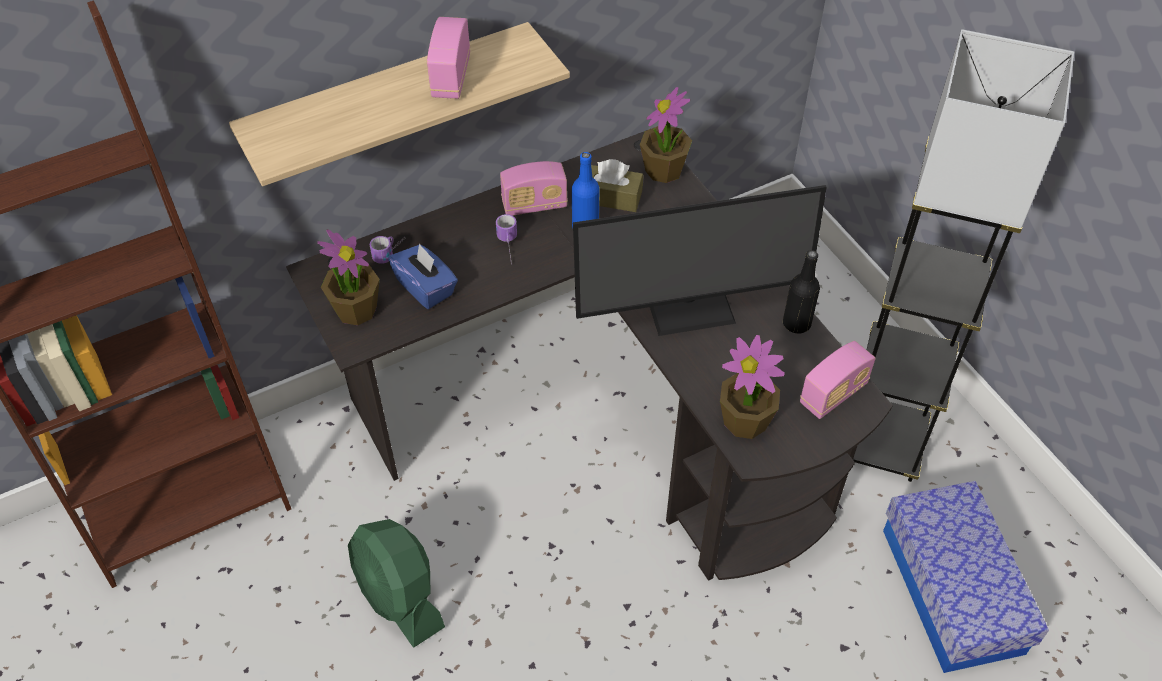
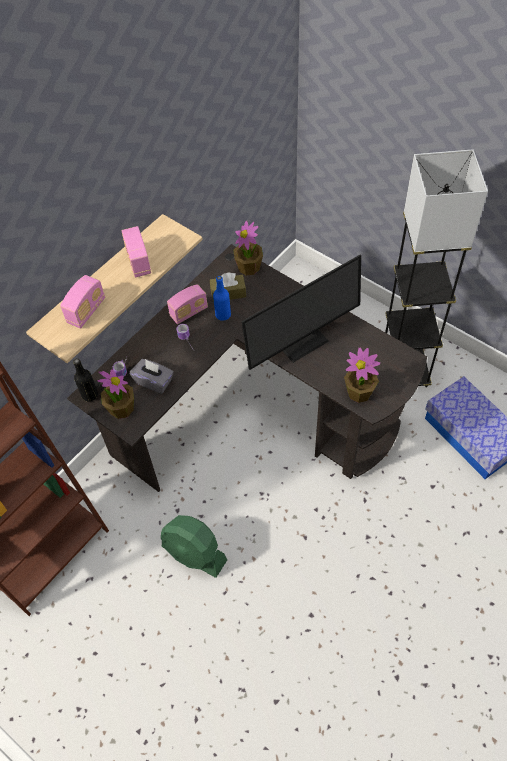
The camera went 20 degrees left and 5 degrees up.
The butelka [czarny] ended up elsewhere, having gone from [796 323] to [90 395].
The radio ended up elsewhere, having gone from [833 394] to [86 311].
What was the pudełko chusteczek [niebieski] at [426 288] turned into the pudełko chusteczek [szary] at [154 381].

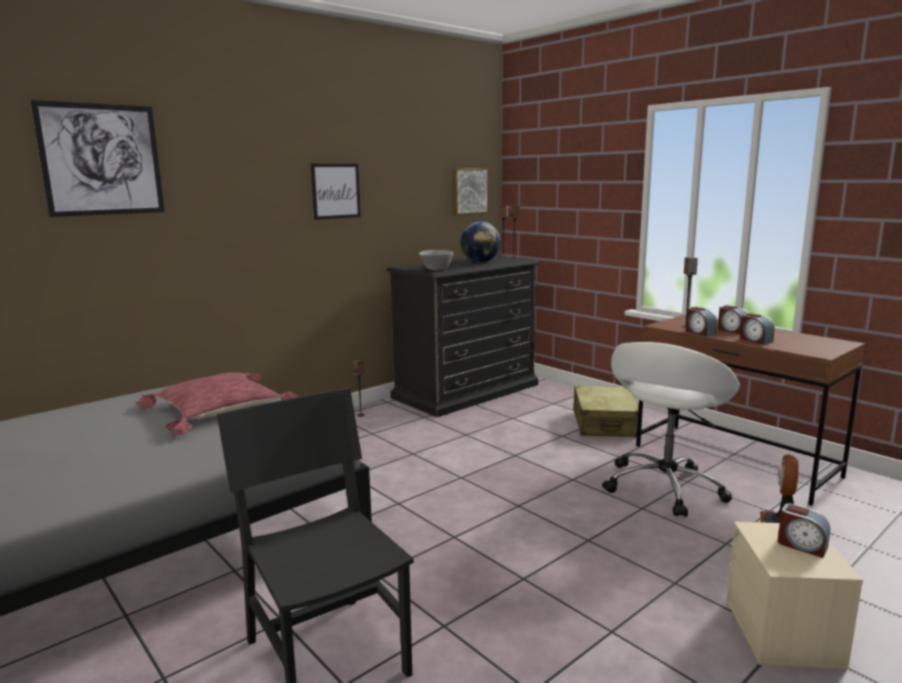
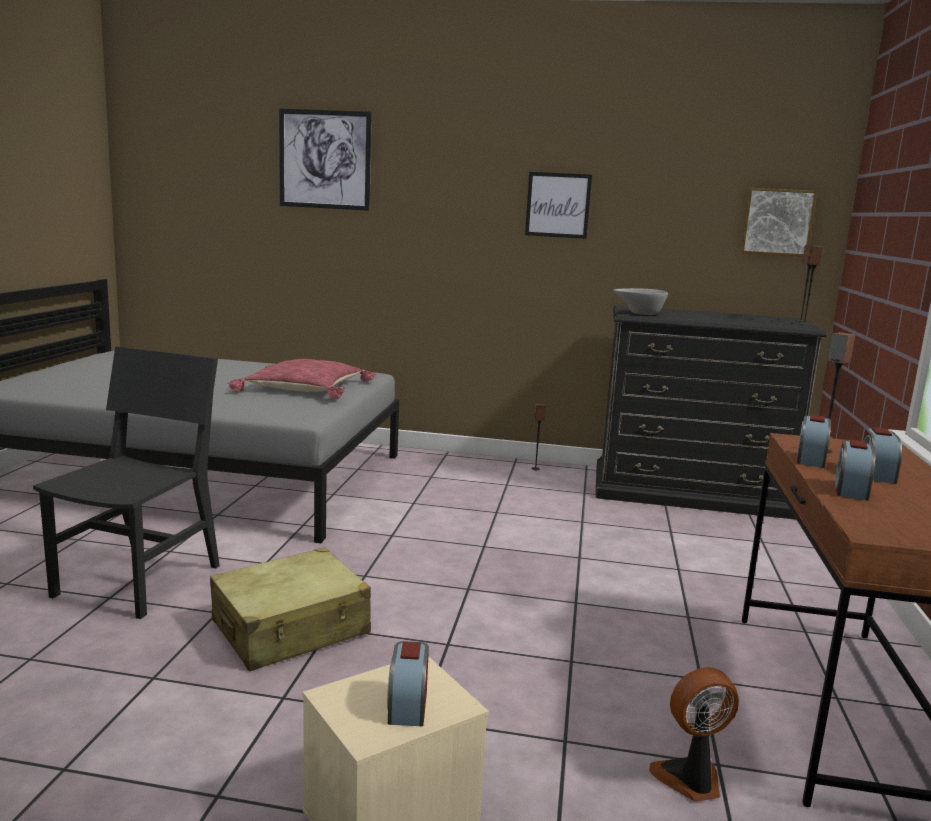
The camera went 50 degrees right and 0 degrees up.
The second view lost the globus at [480 262].
The second view lost the krzesło biurowe [biały] at [663 489].
The walizka [beżowy] ended up elsewhere, having gone from [605 424] to [291 628].

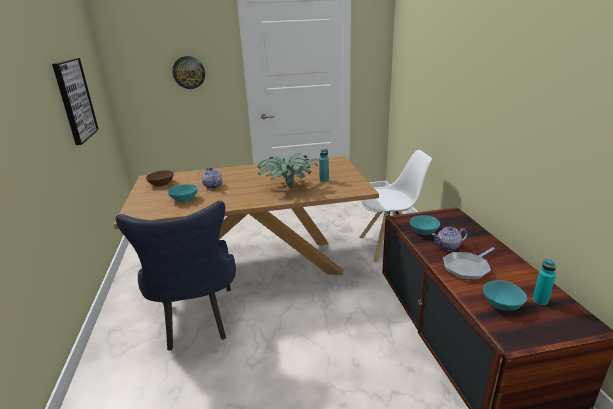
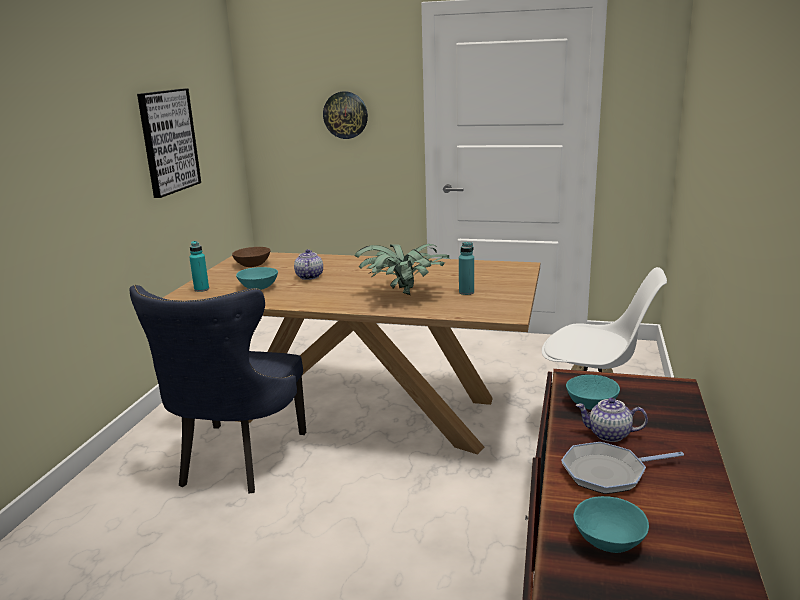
The camera went 25 degrees right and 5 degrees down.
The butelka [turkusowy] ended up elsewhere, having gone from [540 300] to [201 289].

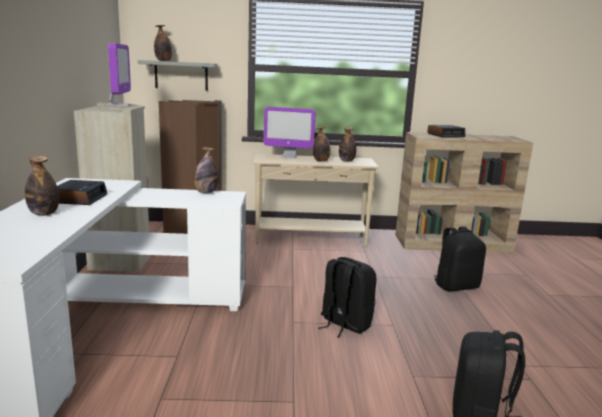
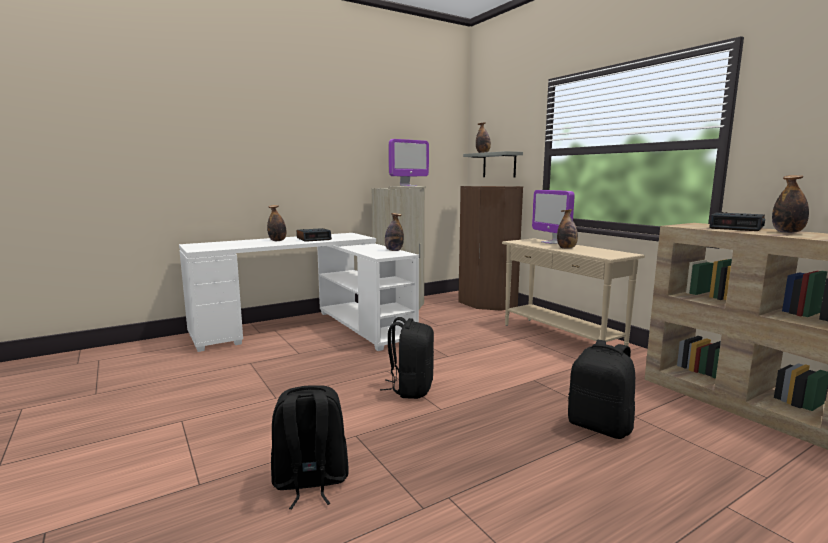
The camera went 60 degrees right and 5 degrees down.
The butelka ended up elsewhere, having gone from [346 161] to [787 232].

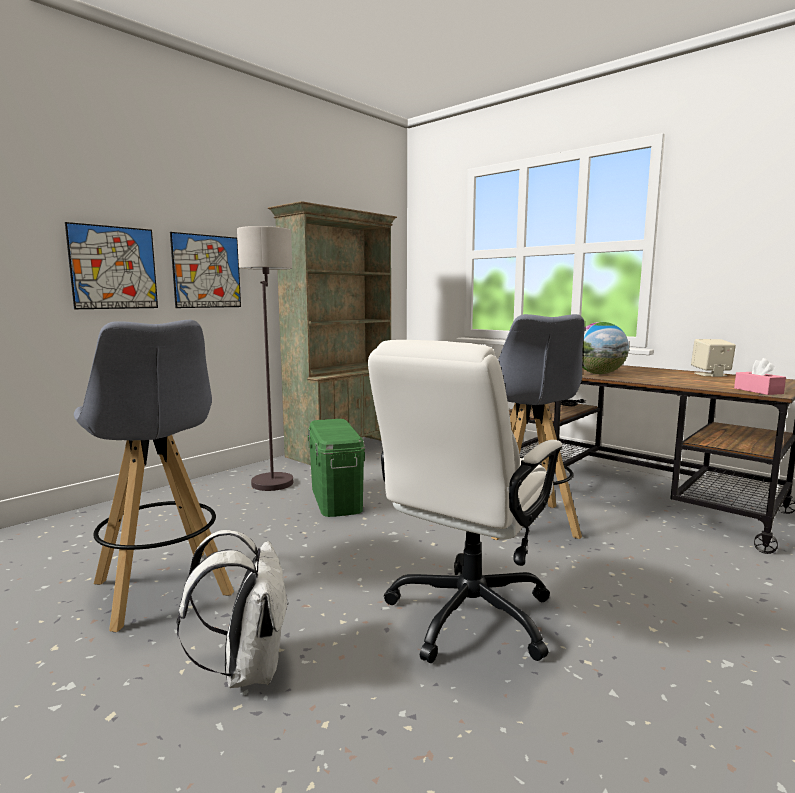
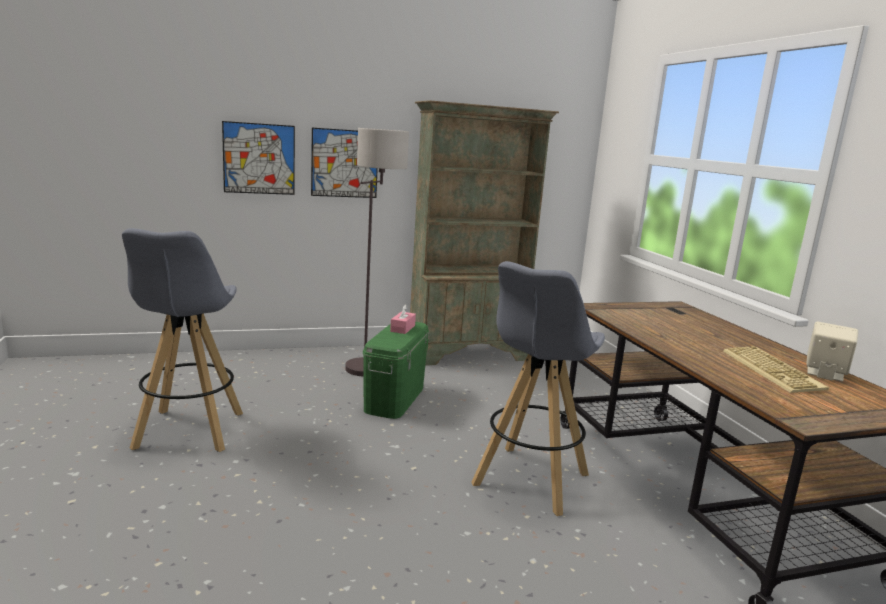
The camera went 30 degrees right and 5 degrees up.
The second view lost the plecak [biały] at [247 669].
The second view lost the krzesło biurowe [biały] at [466 620].
The second view lost the globus at [599 373].
The second view gained the klawiatura at [773 371].
The pudełko chusteczek [różowy] ended up elsewhere, having gone from [758 391] to [402 328].

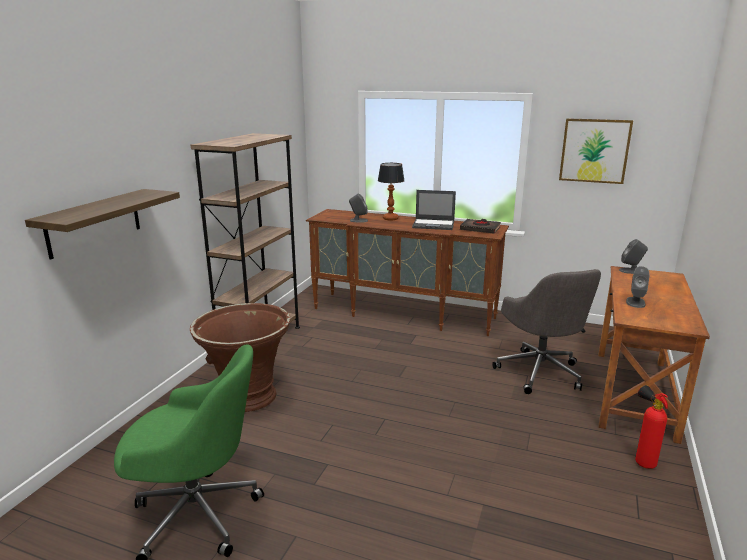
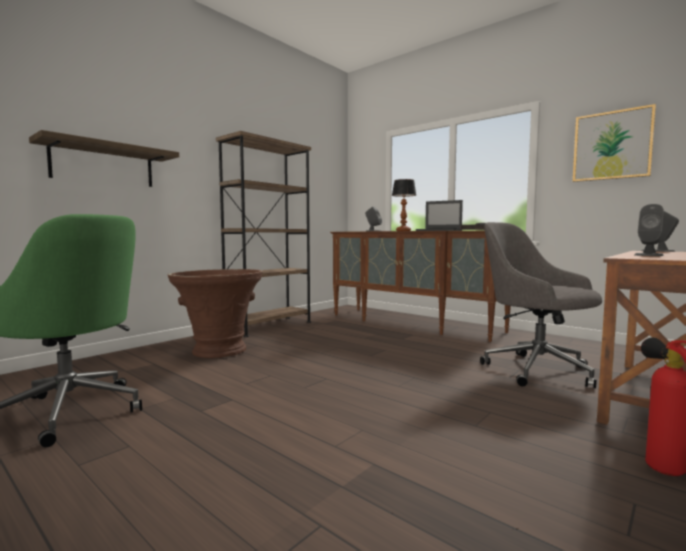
The camera went 20 degrees right and 15 degrees down.
The krzesło biurowe [szary] at [540 373] ended up facing another way, 135 degrees clockwise from before.

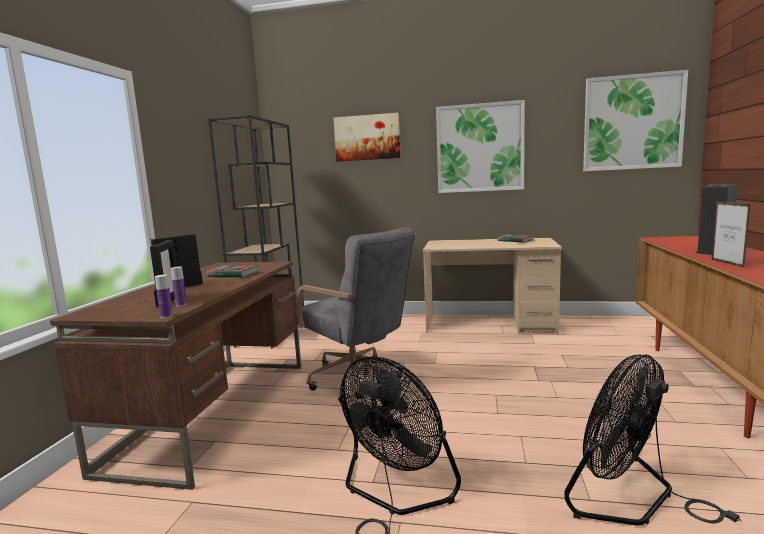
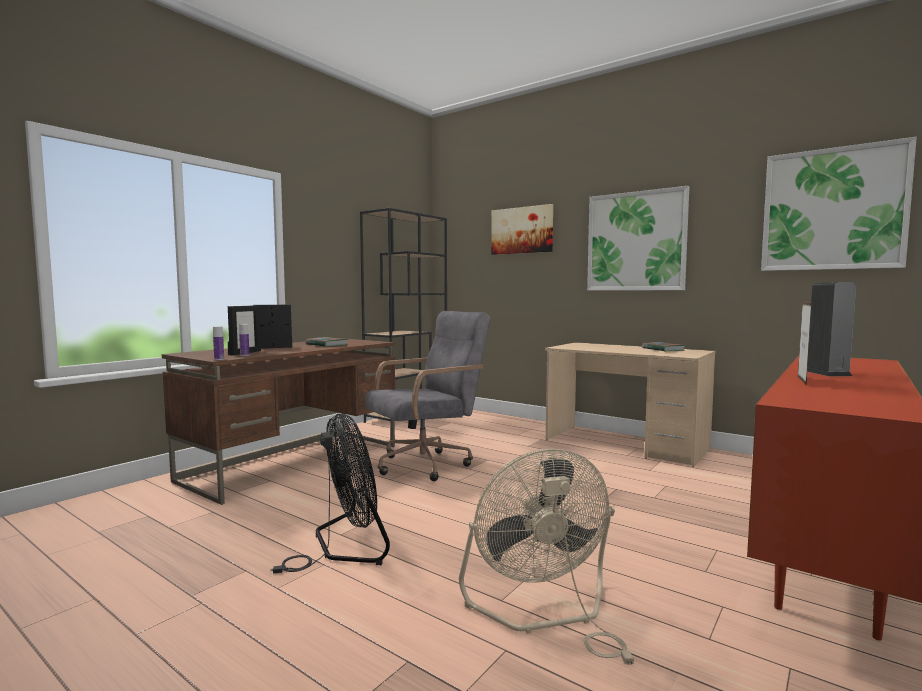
The camera went 25 degrees right and 5 degrees down.
What was the wentylator [czarny] at [637 496] turned into the wentylator [beżowy] at [553 612].
The krzesło biurowe [szary] at [358 380] ended up facing another way, 105 degrees counterclockwise from before.

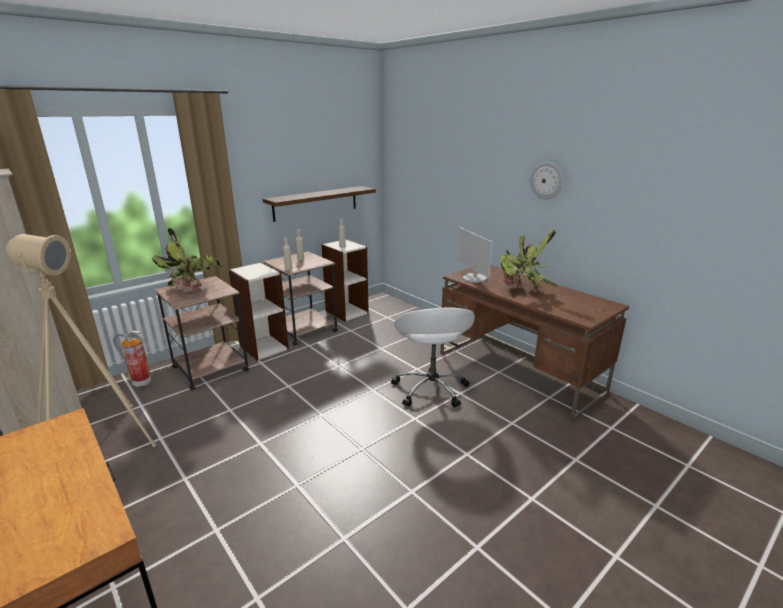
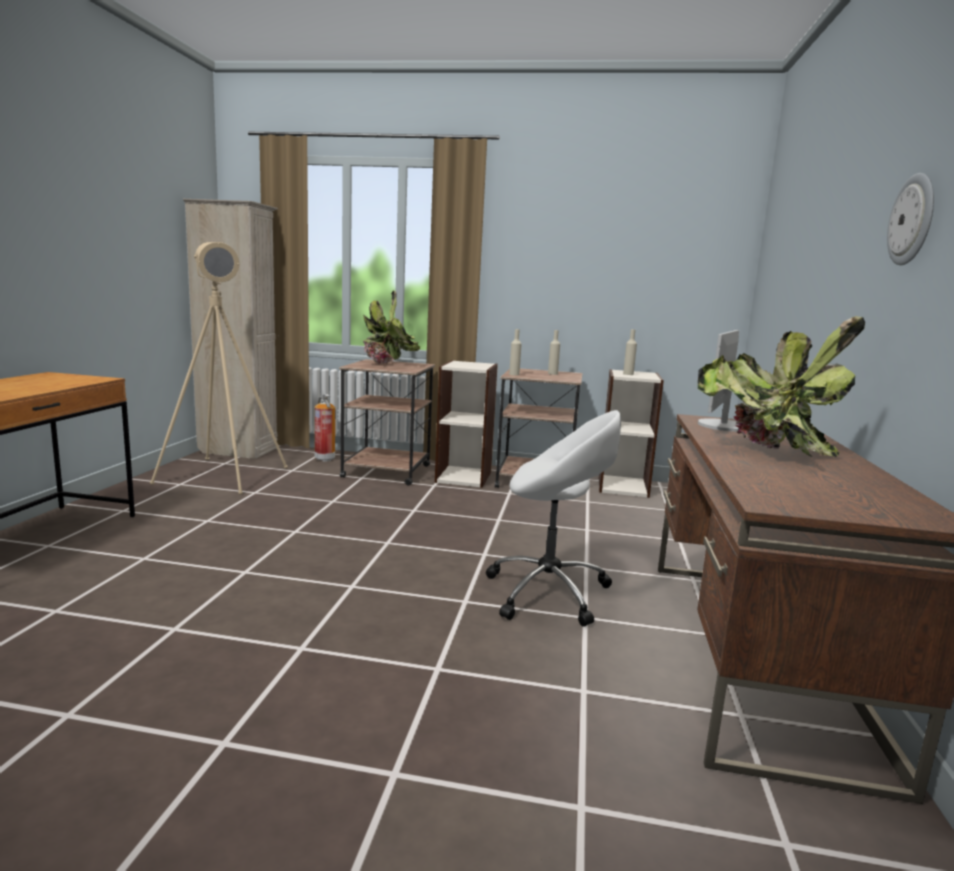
The camera went 50 degrees right and 10 degrees down.
The second view lost the półka at [316 203].
The krzesło biurowe [biały] at [431 390] ended up facing another way, 120 degrees counterclockwise from before.

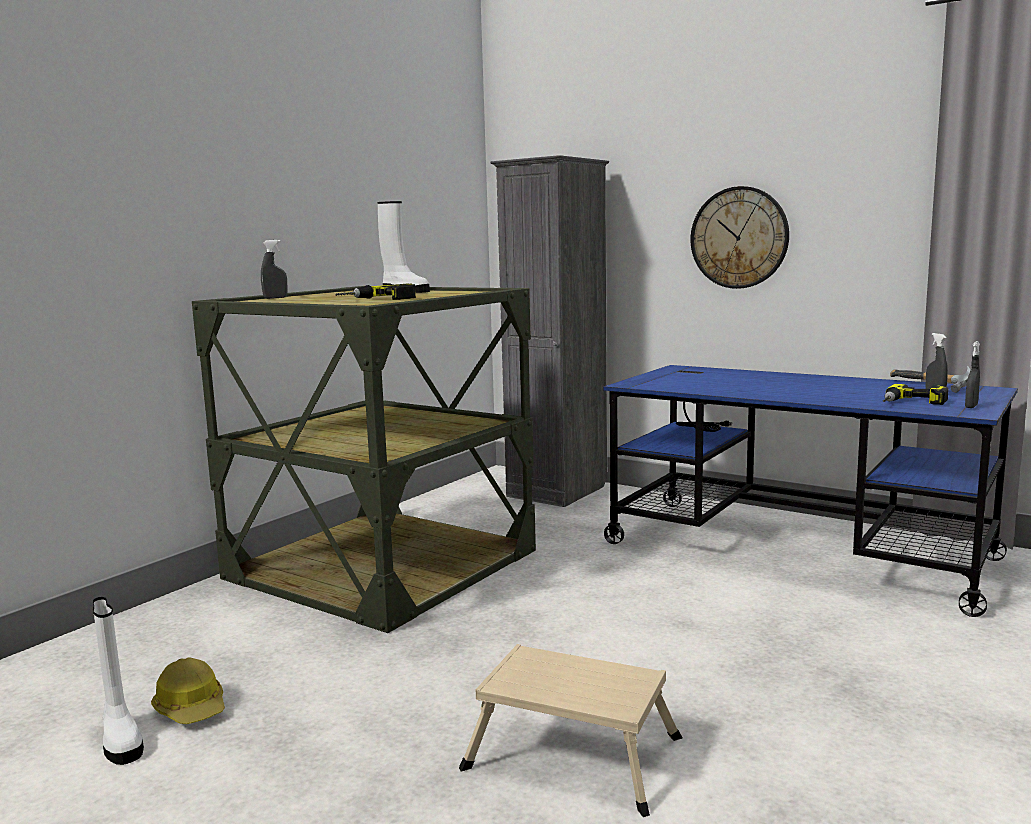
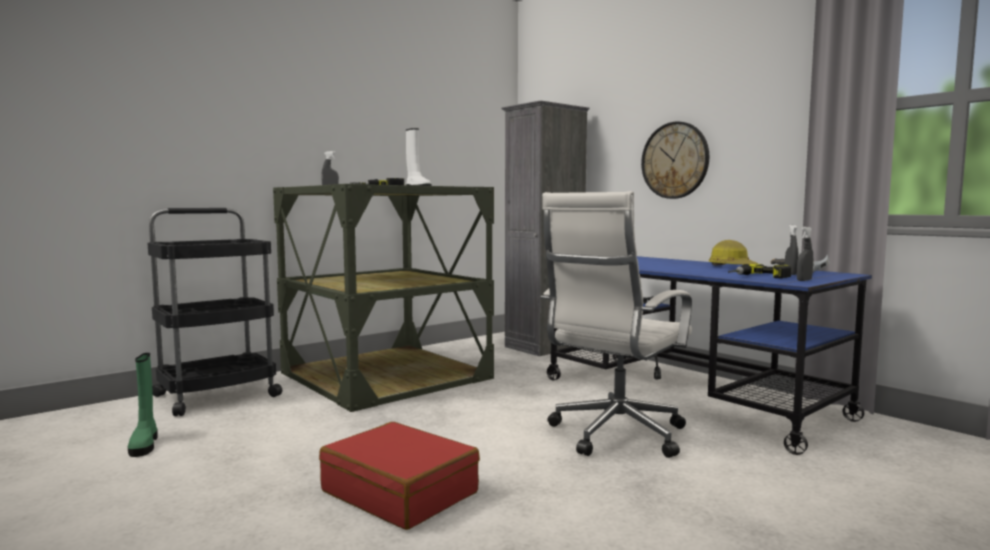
The camera went 15 degrees right and 5 degrees down.
The second view gained the wózek [czarny] at [217 396].
The second view gained the krzesło biurowe [biały] at [614 436].
The kask ended up elsewhere, having gone from [192 708] to [732 267].
Where the drabinka [beżowy] stood at [571 752], the walizka [czerwony] came to stand at [400 492].
What was the but z cholewką [biały] at [120 739] turned into the but z cholewką [zielony] at [144 445].

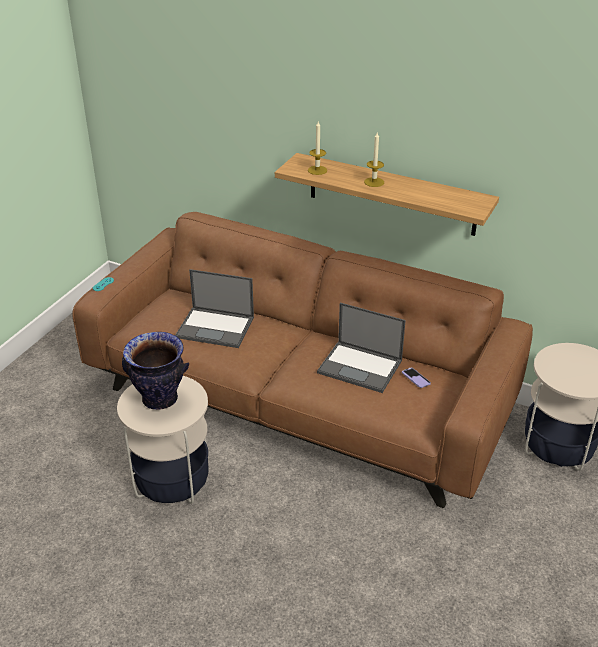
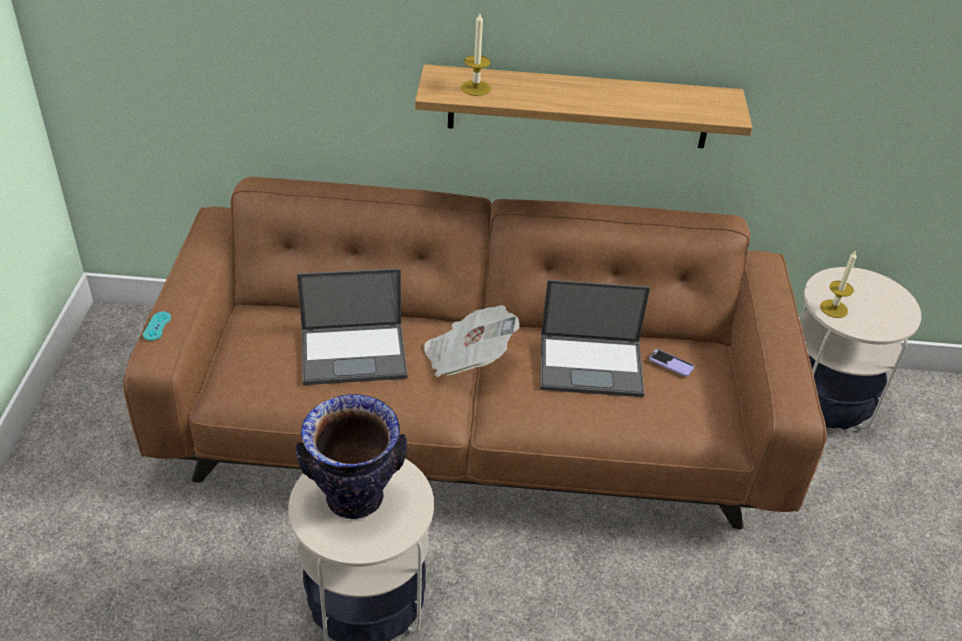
The camera went 25 degrees left and 5 degrees up.
The second view gained the gazeta at [467 358].
The świeca ended up elsewhere, having gone from [374 182] to [834 308].

